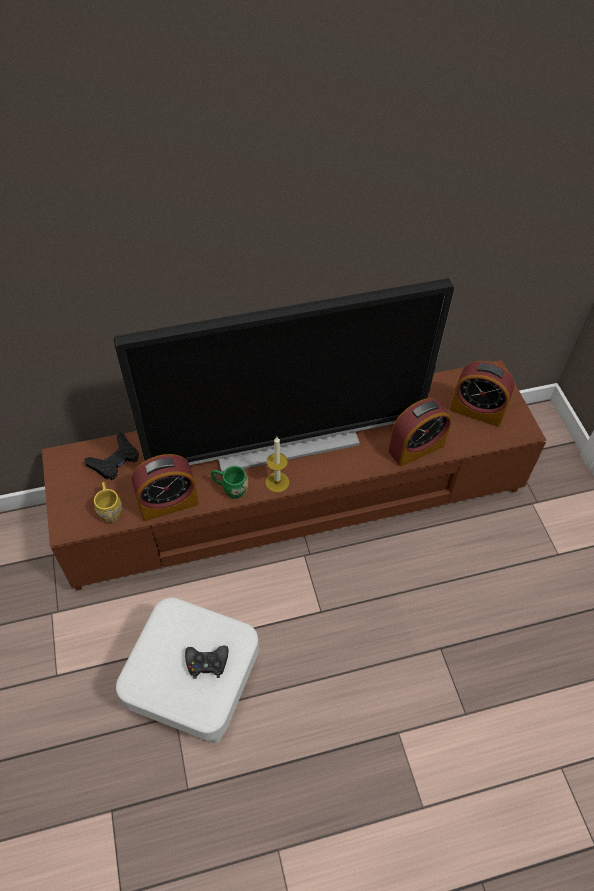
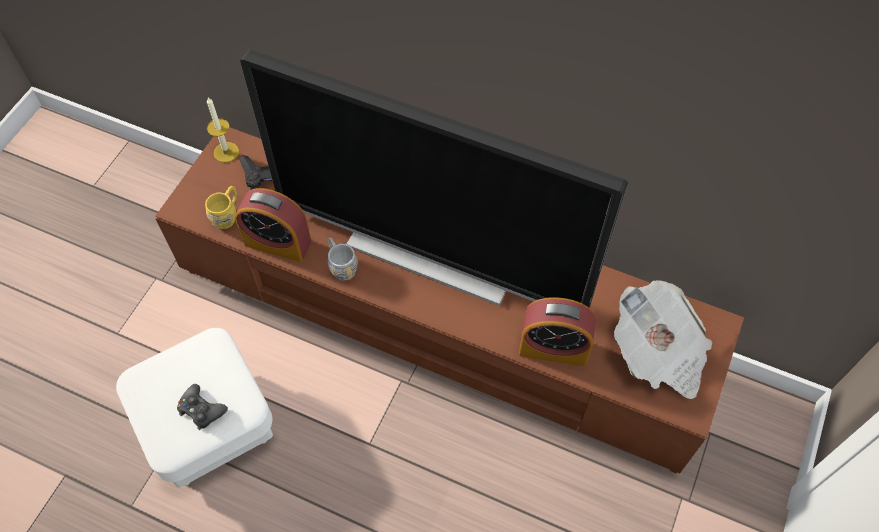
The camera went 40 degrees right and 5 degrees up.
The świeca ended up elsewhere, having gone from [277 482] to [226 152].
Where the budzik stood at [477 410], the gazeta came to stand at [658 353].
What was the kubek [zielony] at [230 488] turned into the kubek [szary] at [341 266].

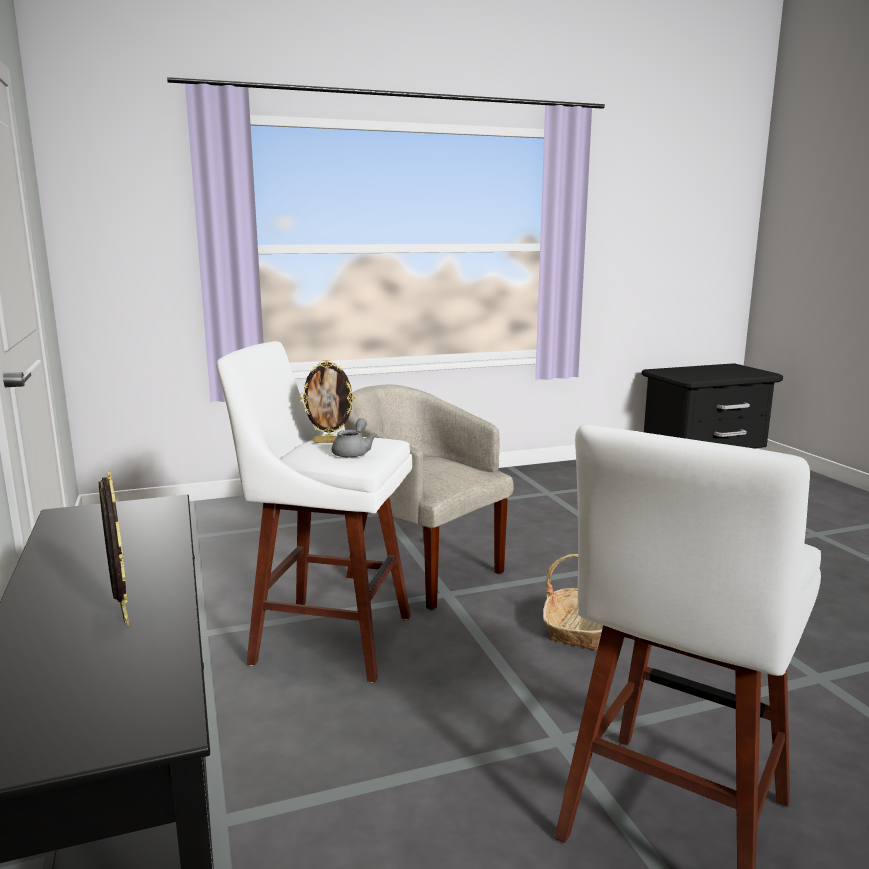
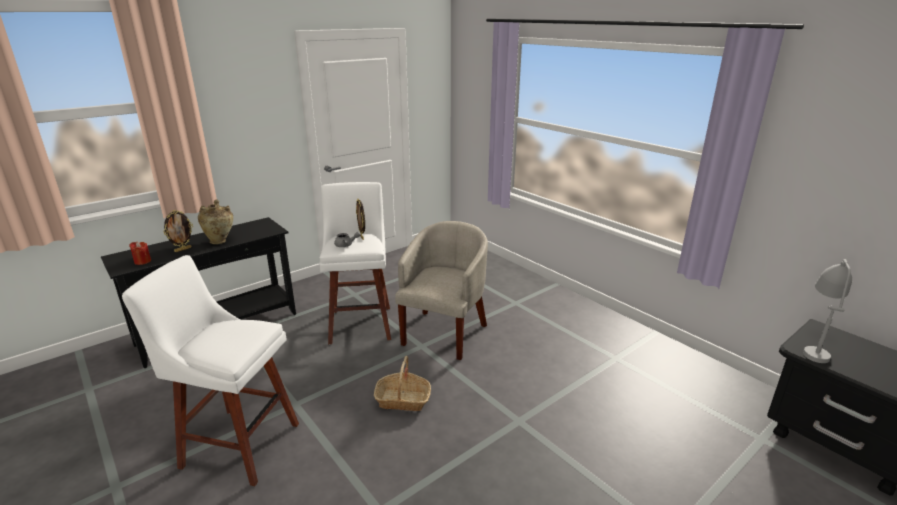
The camera went 70 degrees right and 10 degrees up.
The second view gained the świeca [czerwony] at [142 261].
The second view gained the wazon [beżowy] at [220 241].
The second view gained the lampa stołowa [szary] at [815 343].

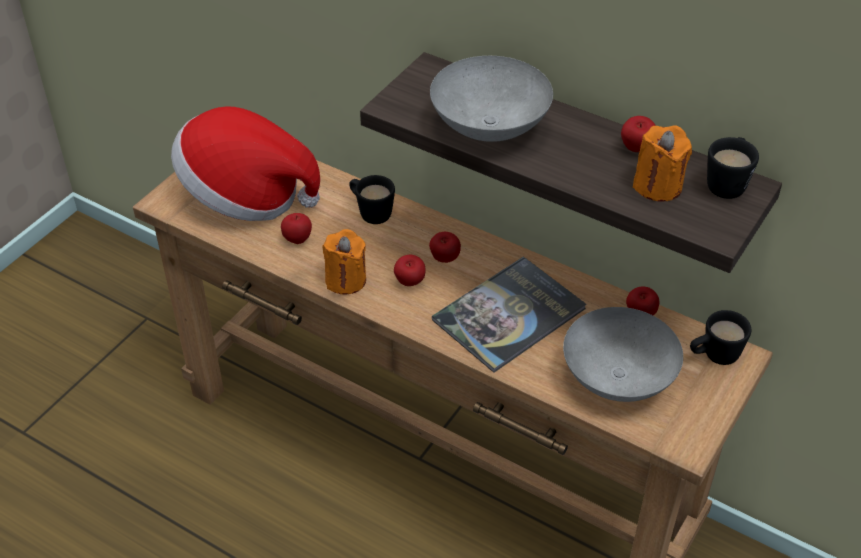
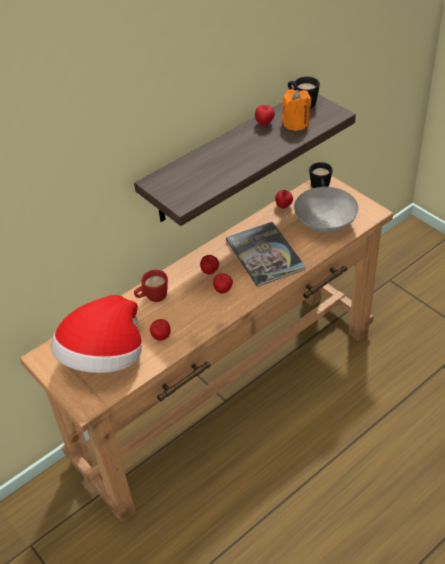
The camera went 70 degrees left and 0 degrees up.
The second view lost the świeca [pomarańczowy] at [345 280].
The second view lost the miska [szary] at [491 129].
What was the kubek [czarny] at [370 212] turned into the kubek [czerwony] at [152 298].

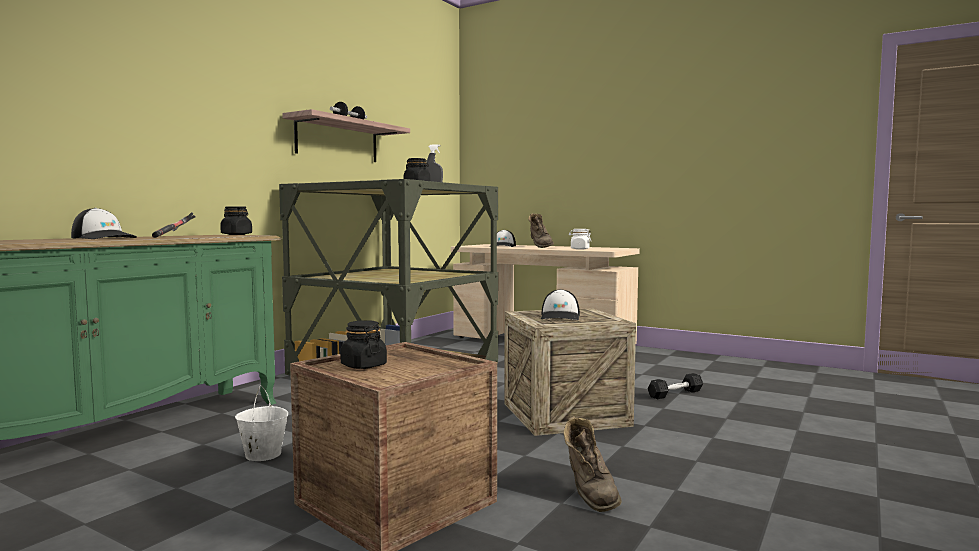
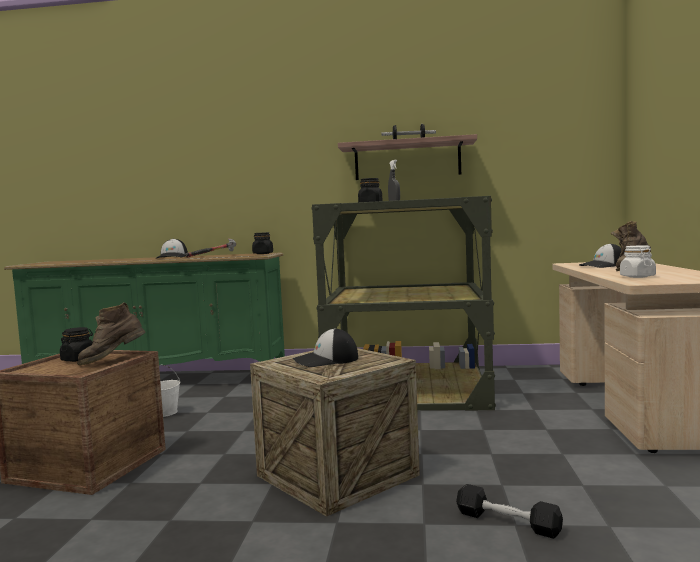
The camera went 65 degrees right and 0 degrees up.
The but z cholewką [brązowy] ended up elsewhere, having gone from [589 494] to [112 361].

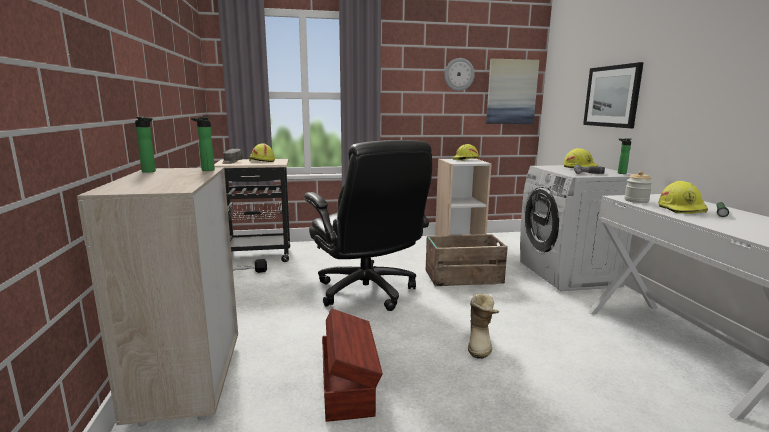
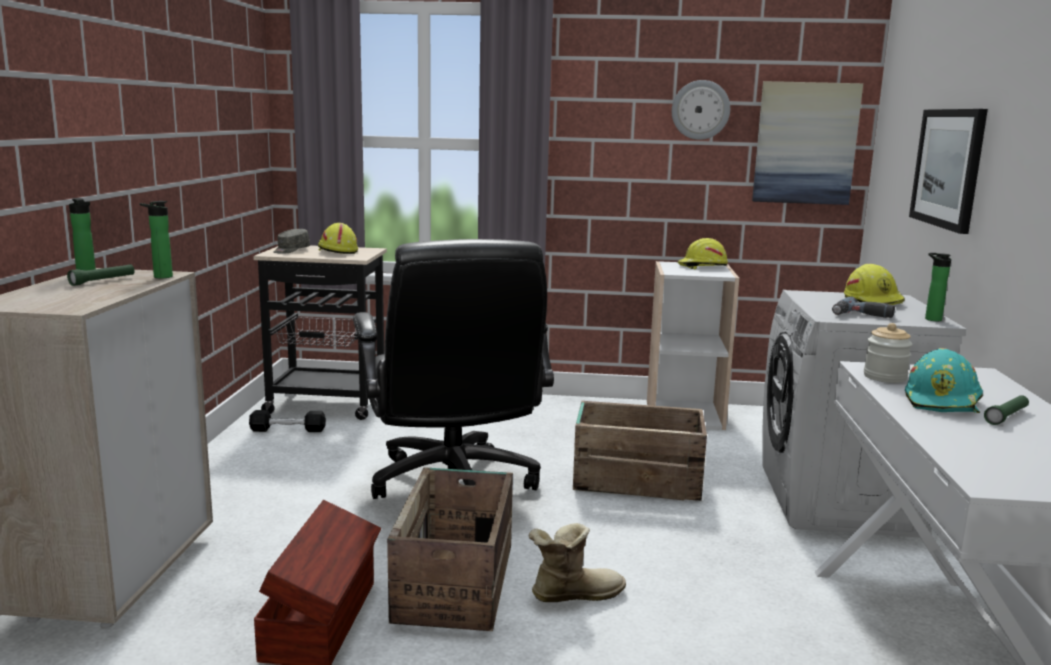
The camera went 15 degrees right and 0 degrees up.
The second view gained the latarka [zielony] at [103 281].
The second view gained the skrzynka at [456 581].
What was the kask [żółty] at [682 209] turned into the kask [turkusowy] at [943 402].
The but z cholewką at [480 343] ended up facing another way, 135 degrees counterclockwise from before.

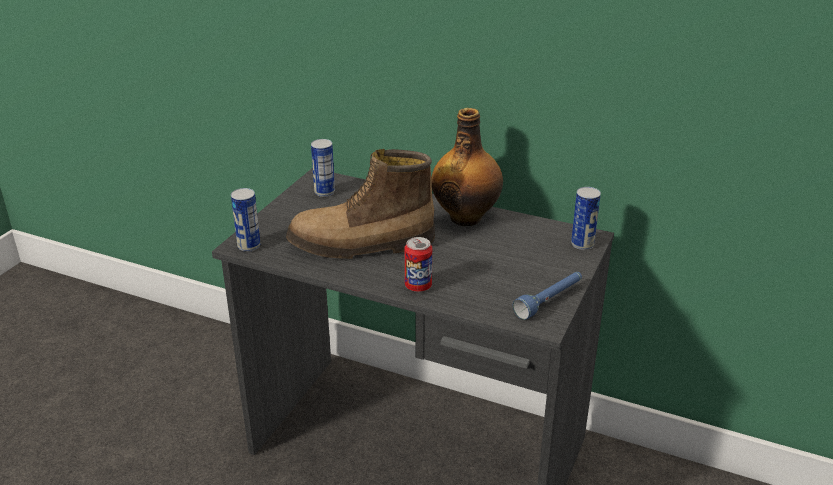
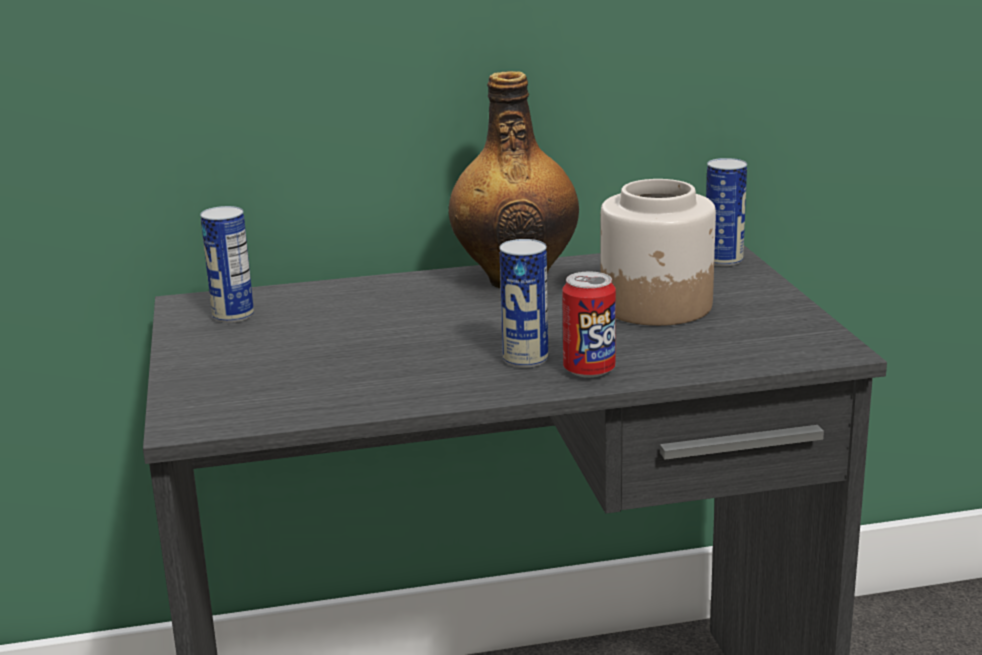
The camera went 35 degrees left and 10 degrees down.
The second view lost the but z cholewką at [361 245].
The second view lost the latarka [niebieski] at [549 301].
The second view gained the słoik at [657 306].
The puszka ended up elsewhere, having gone from [249 246] to [525 359].

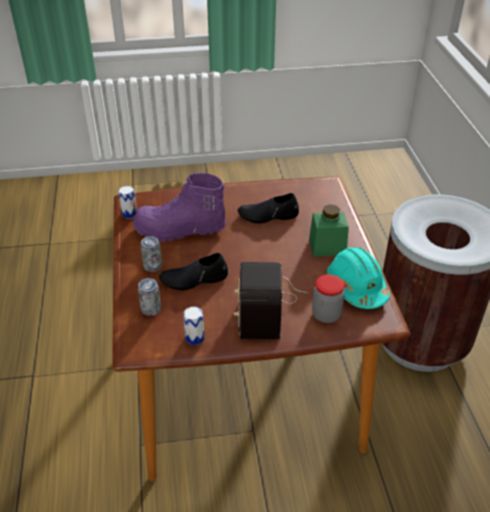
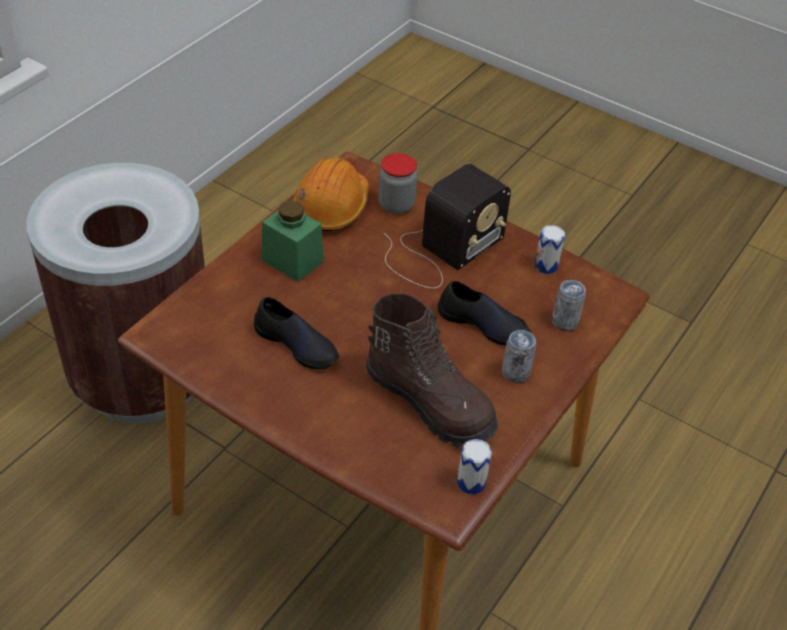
The camera went 140 degrees left and 5 degrees up.
What was the but z cholewką [fioletowy] at [180 230] turned into the but z cholewką [brązowy] at [431 402].
What was the kask [turkusowy] at [356 287] turned into the kask [pomarańczowy] at [331 207].

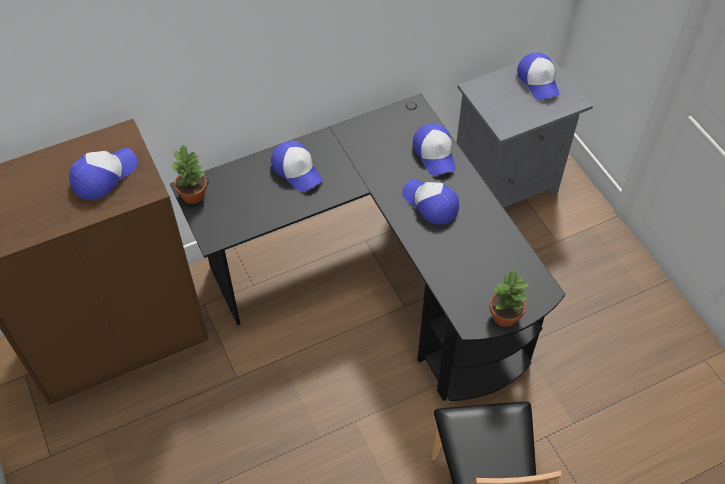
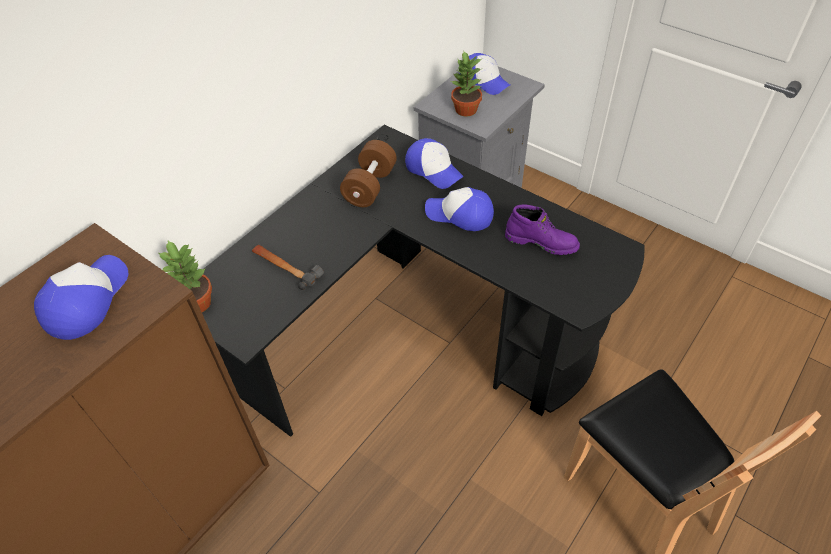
The camera went 25 degrees left and 5 degrees down.
The second view lost the czapka z daszkiem at [297 170].
The second view gained the młotek at [285 267].
The second view gained the hantel [brązowy] at [370 186].
The second view gained the but z cholewką [fioletowy] at [541 242].
The roślina doniczkowa ended up elsewhere, having gone from [504 316] to [466 110].

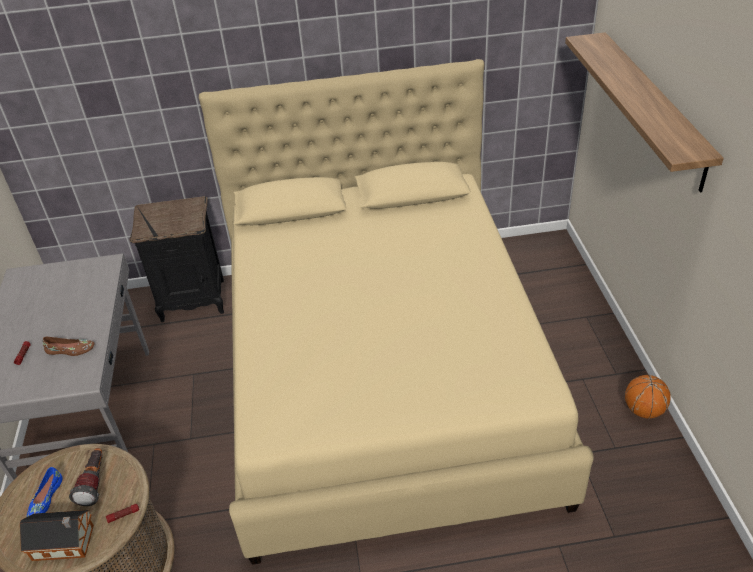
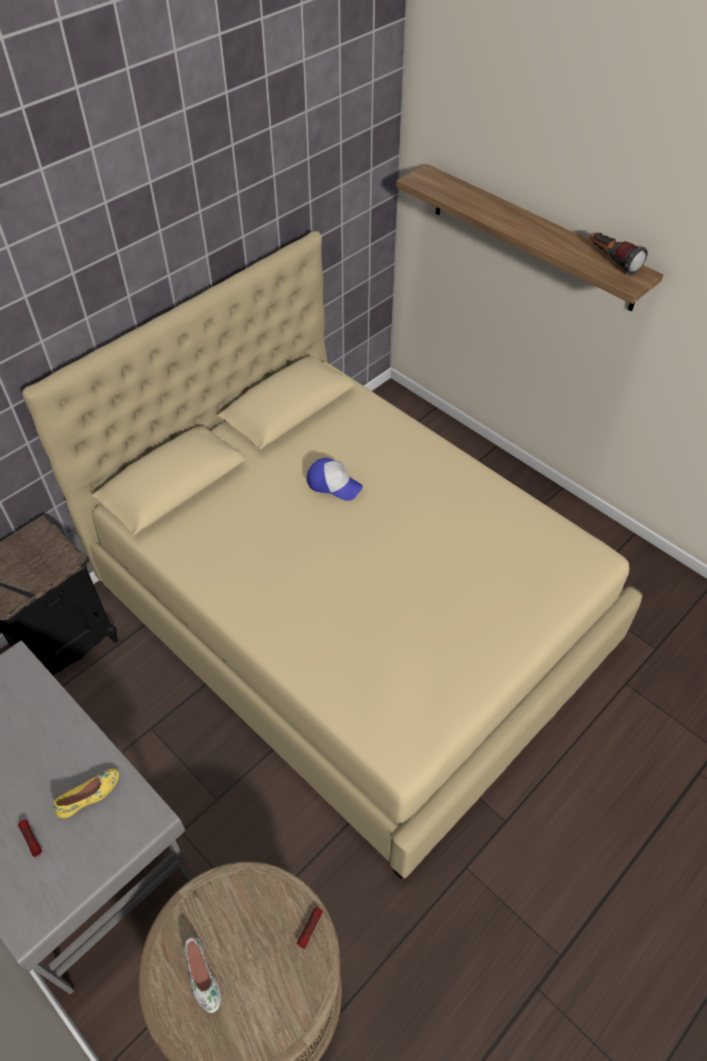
The camera went 40 degrees left and 10 degrees up.
The second view lost the domek at [65 543].
The second view lost the piłka do koszykówki at [643 410].
The second view gained the czapka z daszkiem at [334 484].
The latarka ended up elsewhere, having gone from [95 482] to [612 261].
What was the but [niebieski] at [45 498] turned into the but [biały] at [201 976].
What was the but [brązowy] at [70 350] turned into the but [żółty] at [89 795].

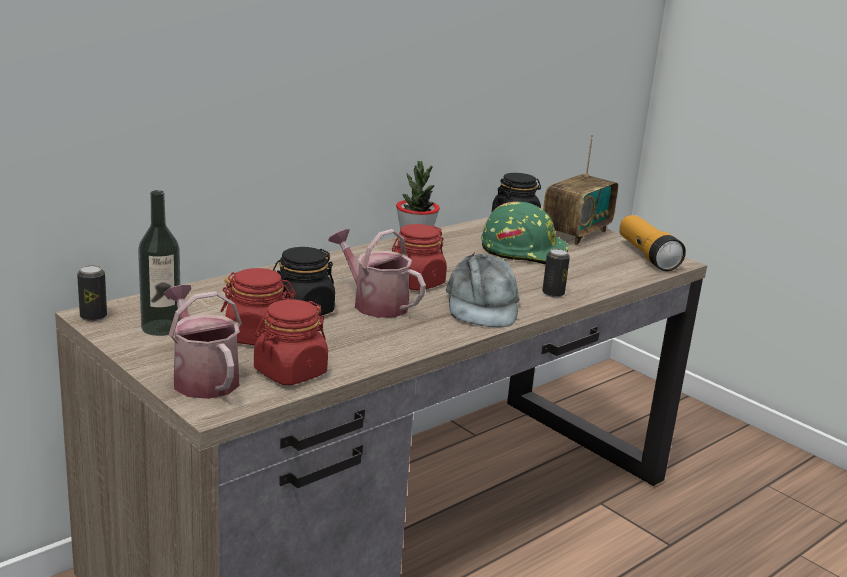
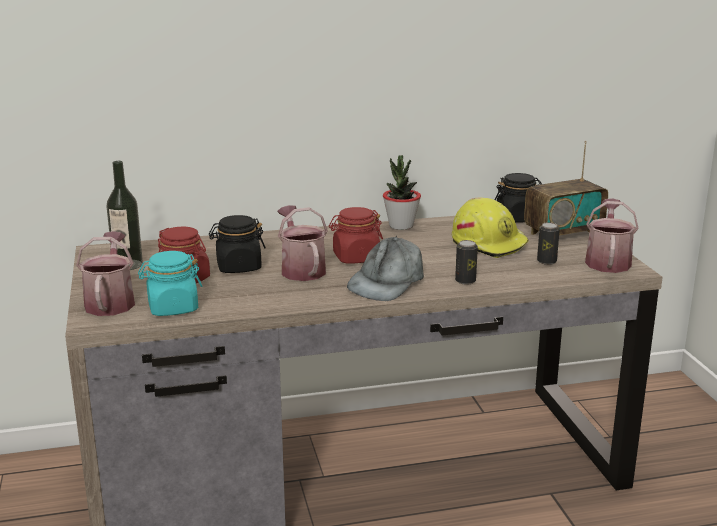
The camera went 30 degrees right and 0 degrees up.
The puszka ended up elsewhere, having gone from [93 316] to [546 261].
Where the latarka stood at [647 256], the konewka came to stand at [607 261].
What was the słoik [czerwony] at [290 373] turned into the słoik [turkusowy] at [172 308].
What was the kask [zielony] at [523 251] turned into the kask [żółty] at [489 243].

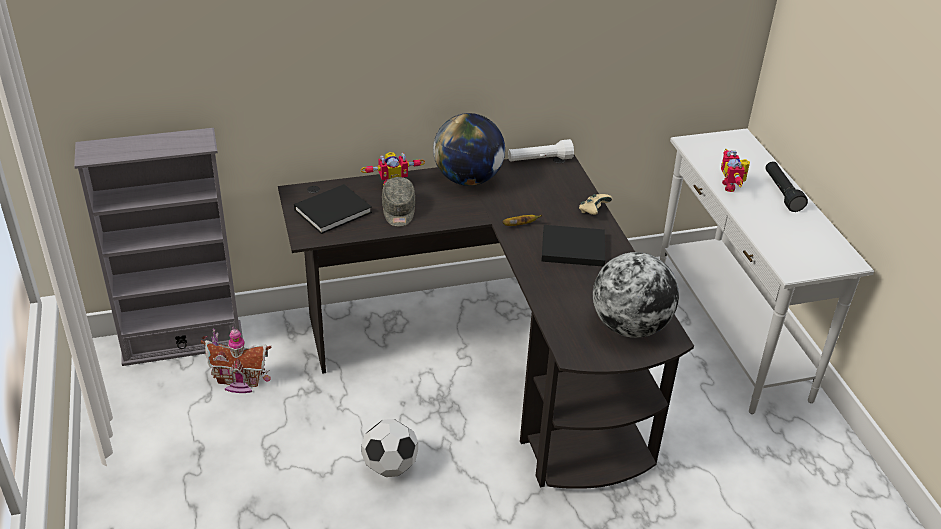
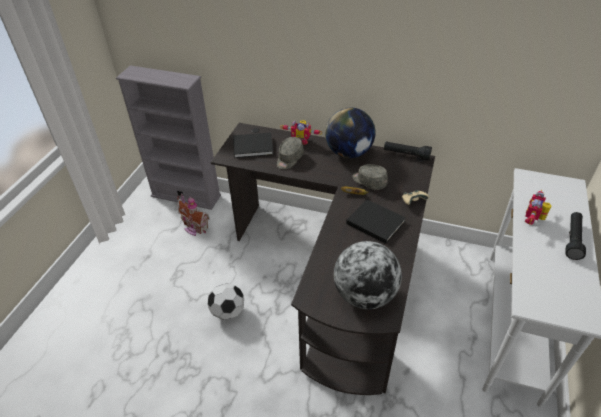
The camera went 35 degrees right and 5 degrees up.
The second view gained the czapka z daszkiem [szary] at [369 181].
What was the latarka [biały] at [539 160] turned into the latarka [czarny] at [406 155].

